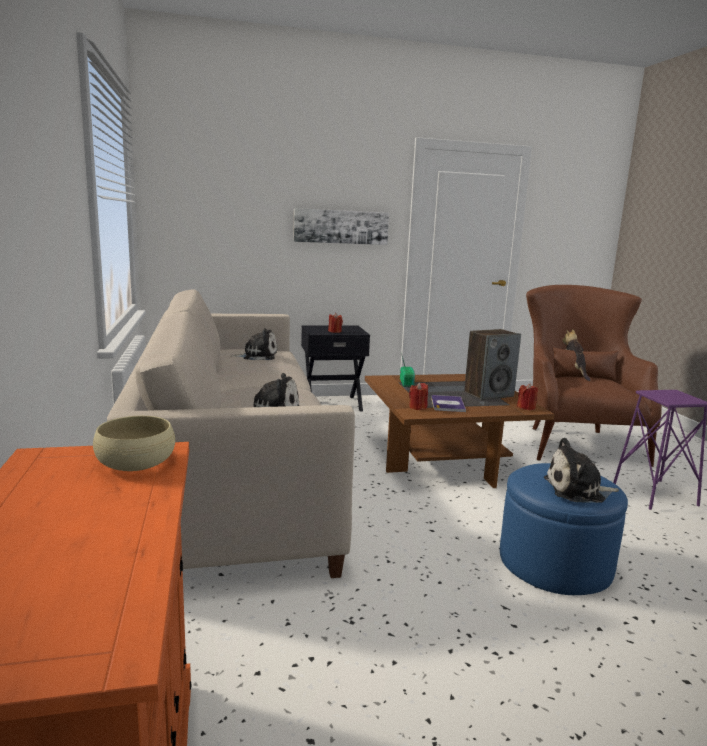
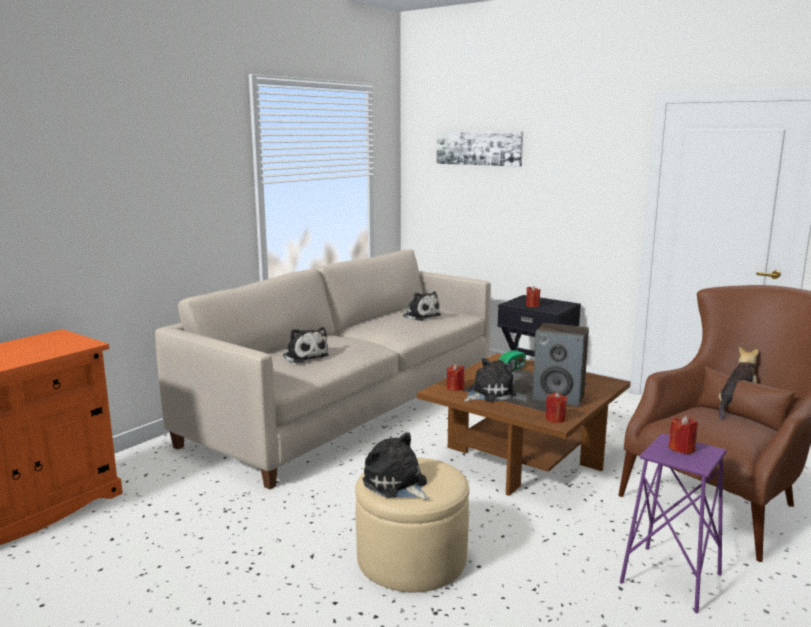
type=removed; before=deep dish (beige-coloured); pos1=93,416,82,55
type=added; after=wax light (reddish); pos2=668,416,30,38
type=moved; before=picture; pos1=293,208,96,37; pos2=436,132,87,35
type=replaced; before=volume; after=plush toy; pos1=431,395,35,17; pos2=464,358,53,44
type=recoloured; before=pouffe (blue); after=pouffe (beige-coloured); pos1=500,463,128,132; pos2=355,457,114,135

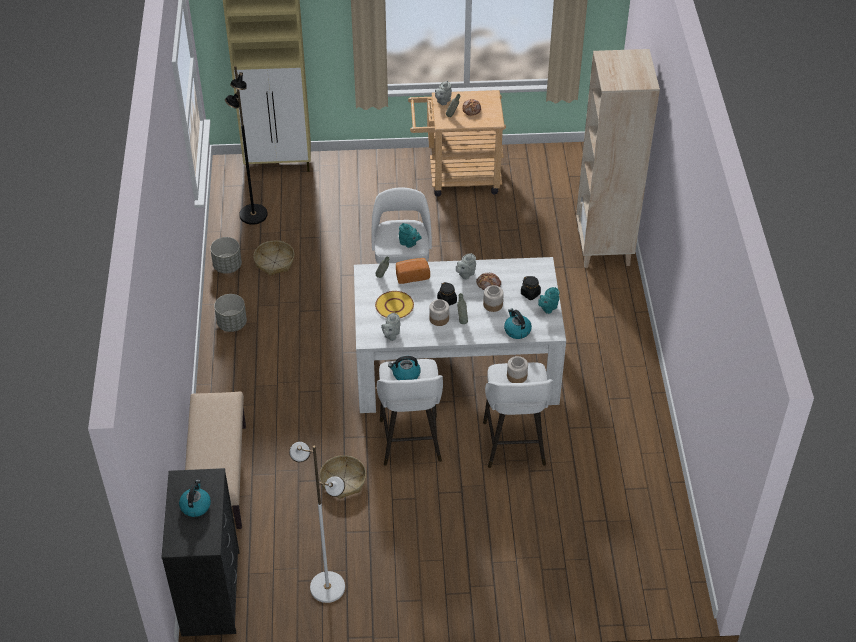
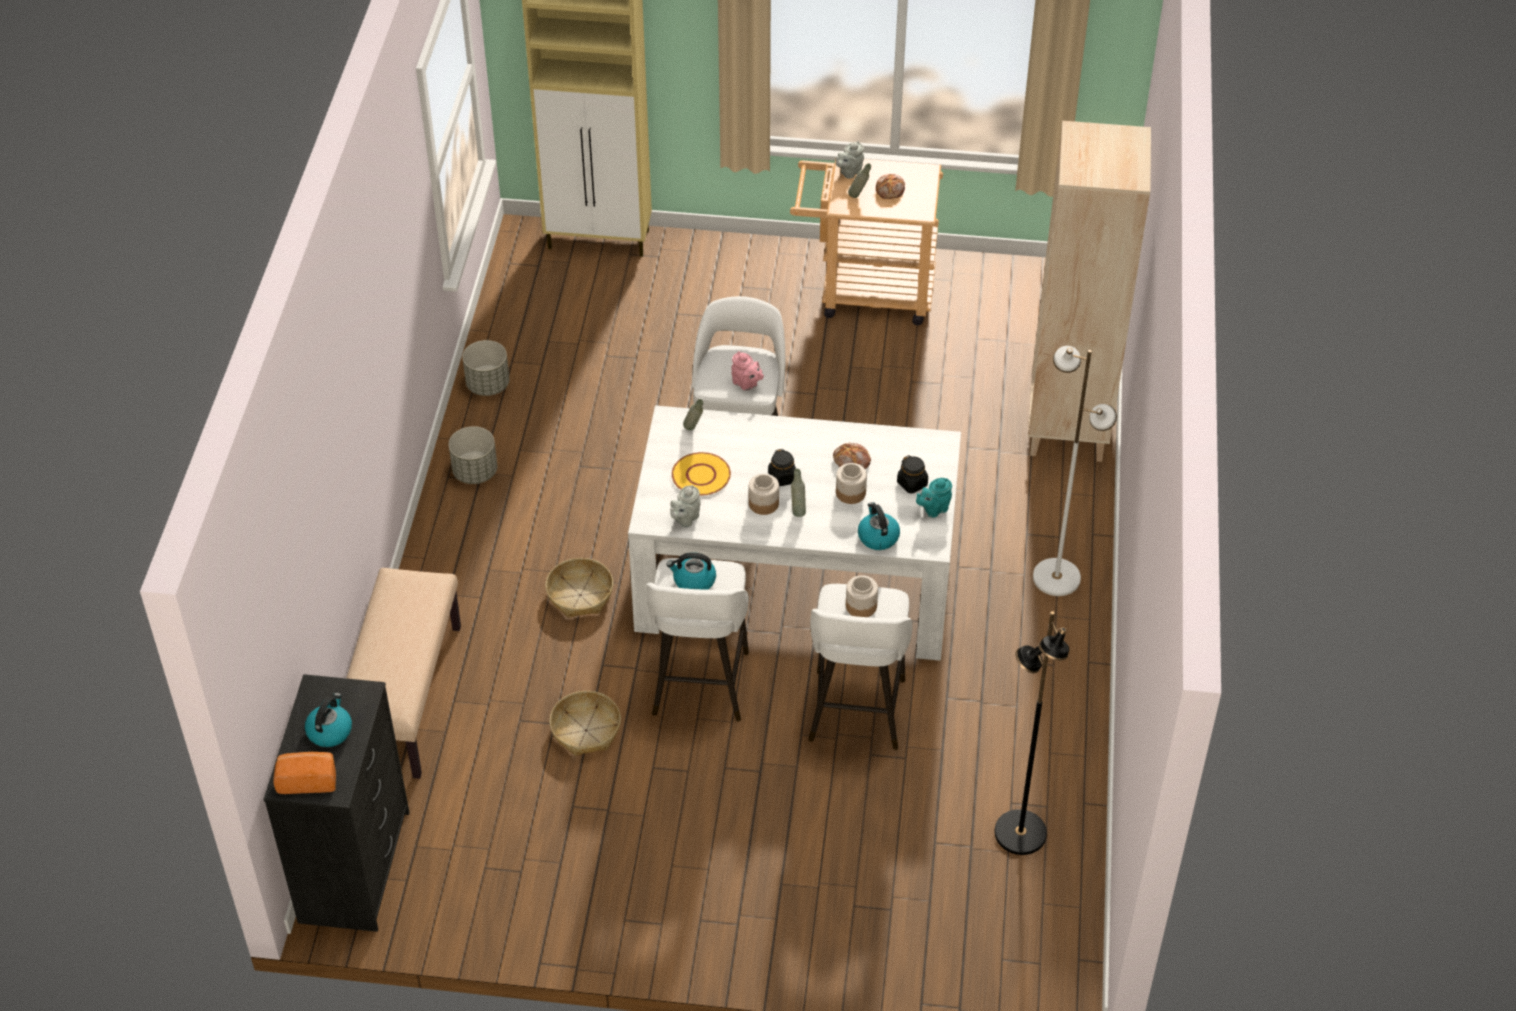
type=removed; before=teapot (gray); pos1=456,253,20,27
type=moved; before=standard lamp (black); pos1=225,66,43,159; pos2=994,611,75,244
type=moved; before=basket; pos1=253,240,41,36; pos2=545,558,68,60
type=moved; before=standard lamp (white); pos1=289,442,56,161; pos2=1033,346,84,250
type=moved; before=baked bread; pos1=396,258,34,26; pos2=274,752,62,42
type=recoloured; before=teapot (turquoise); after=teapot (pink); pos1=399,223,23,25; pos2=731,351,33,40

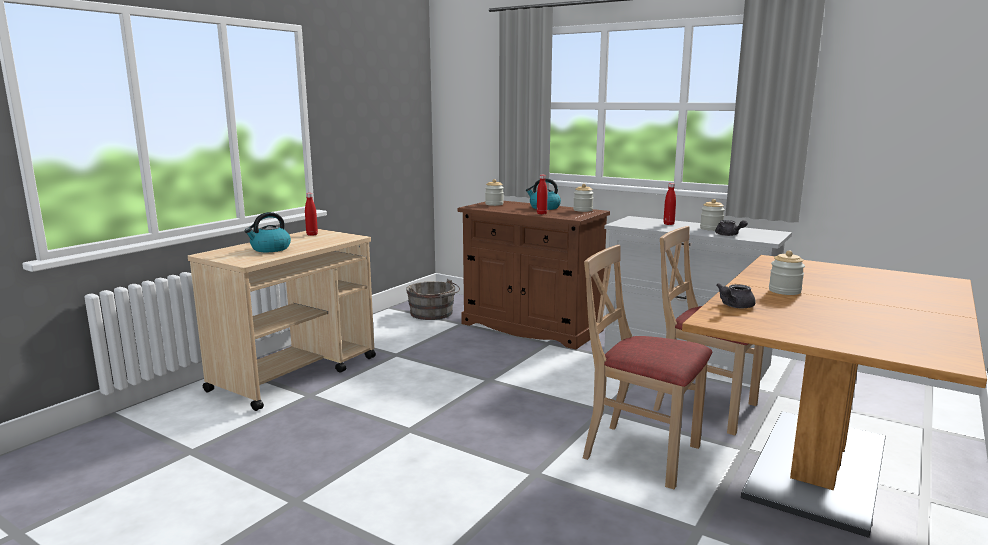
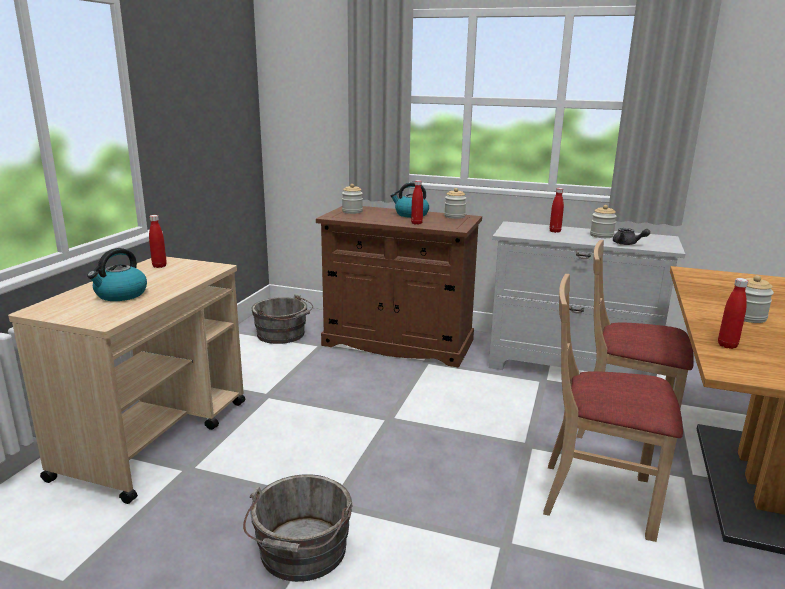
type=added; after=pail (gray); pos2=243,474,110,108
type=replaced; before=teapot (gray); after=bottle (reddish); pos1=716,283,40,25; pos2=718,278,30,71

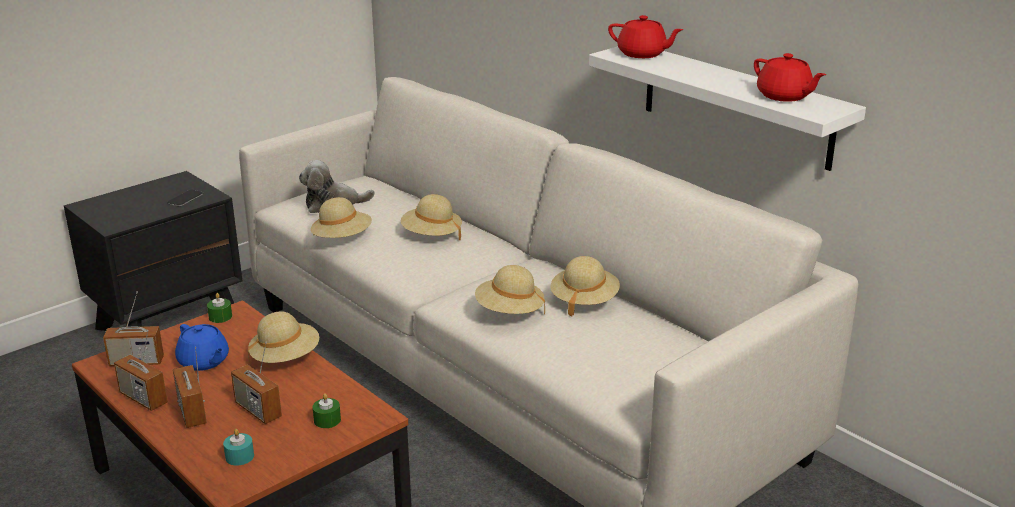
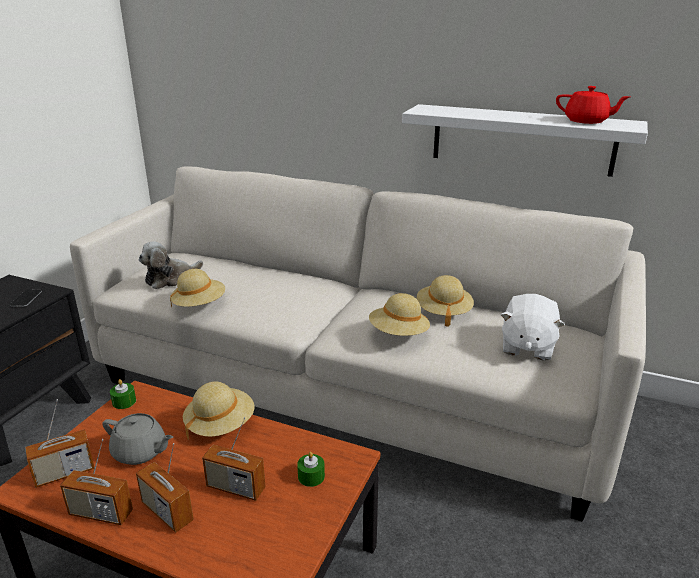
type=removed; before=wax light (turquoise); pos1=223,429,31,37
type=removed; before=hat (beige-coloured); pos1=401,194,61,46
type=removed; before=teapot (reddish); pos1=608,15,76,43
type=added; after=plush toy (white); pos2=501,294,64,67
type=recoloured; before=teapot (blue); after=teapot (gray); pos1=175,324,54,47; pos2=103,413,70,52

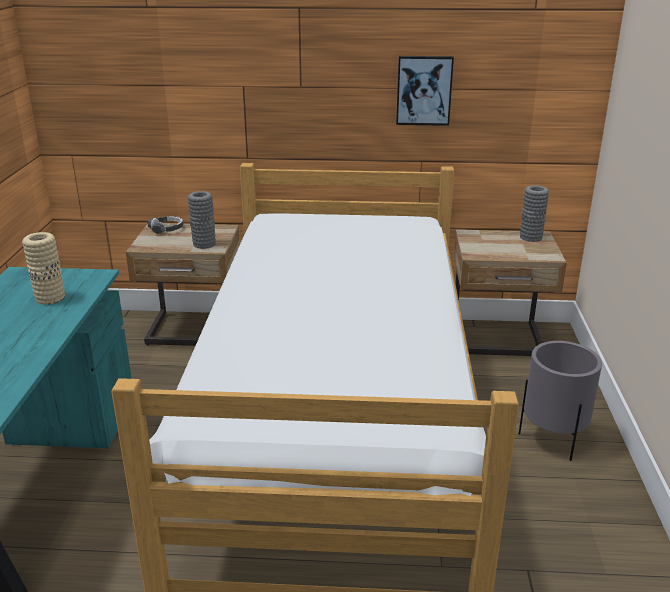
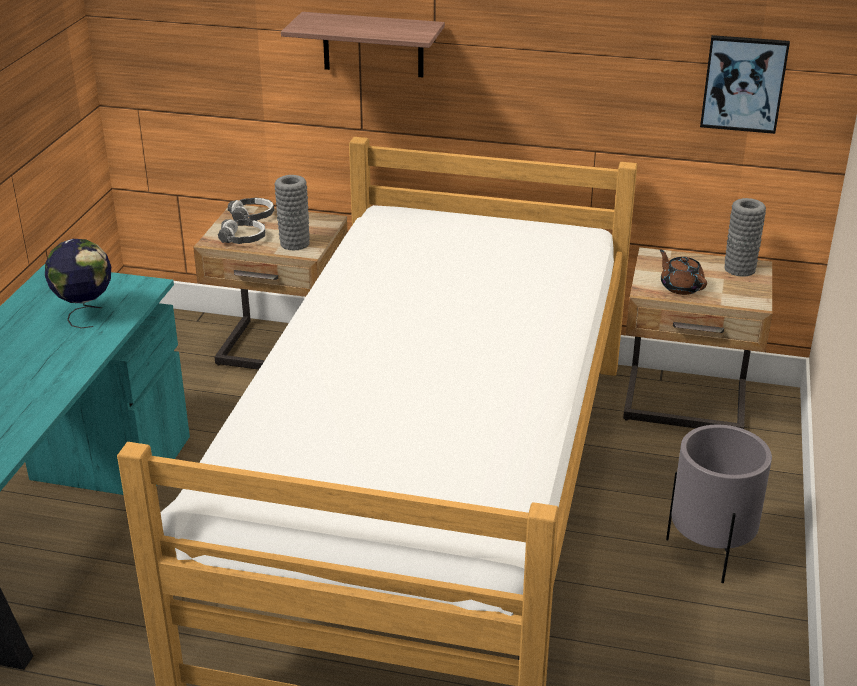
type=added; after=headset; pos2=218,219,47,25
type=added; after=shelf; pos2=281,12,164,65
type=added; after=teapot (brown-coloured); pos2=660,249,47,46
type=moved; before=picture; pos1=396,56,58,70; pos2=700,35,90,99
type=replaced; before=decorative vase (beige-coloured); after=desk globe; pos1=22,232,43,73; pos2=45,239,66,90

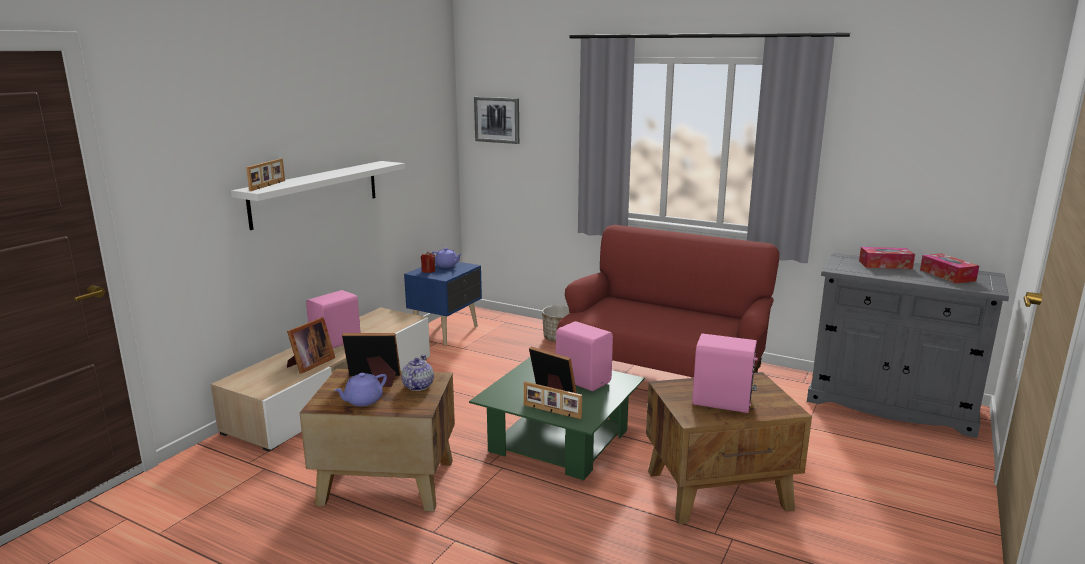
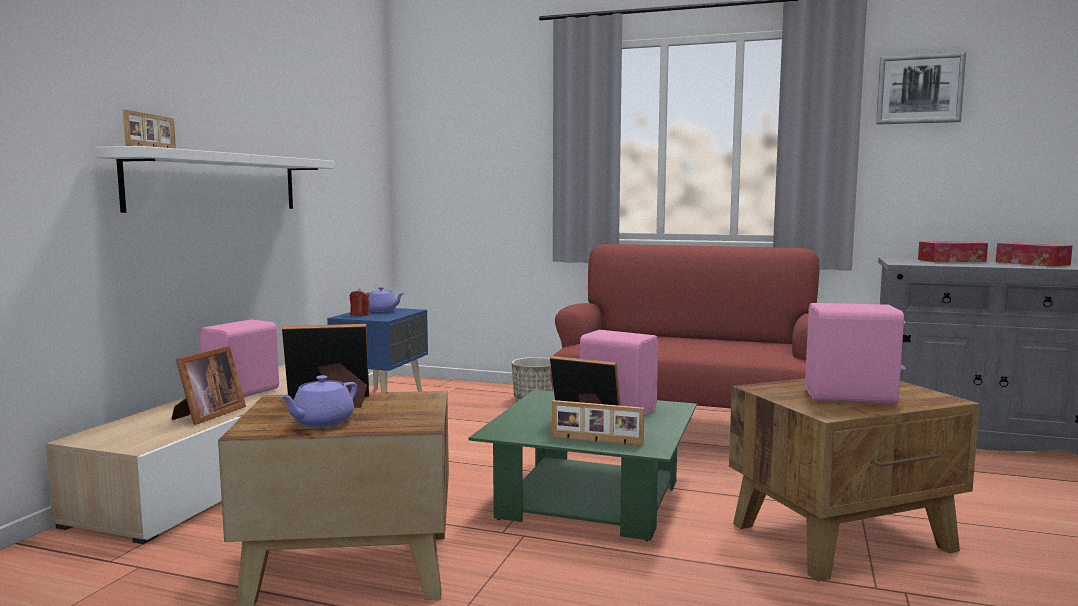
type=removed; before=teapot; pos1=401,355,33,36
type=moved; before=picture; pos1=474,97,45,47; pos2=876,52,90,73

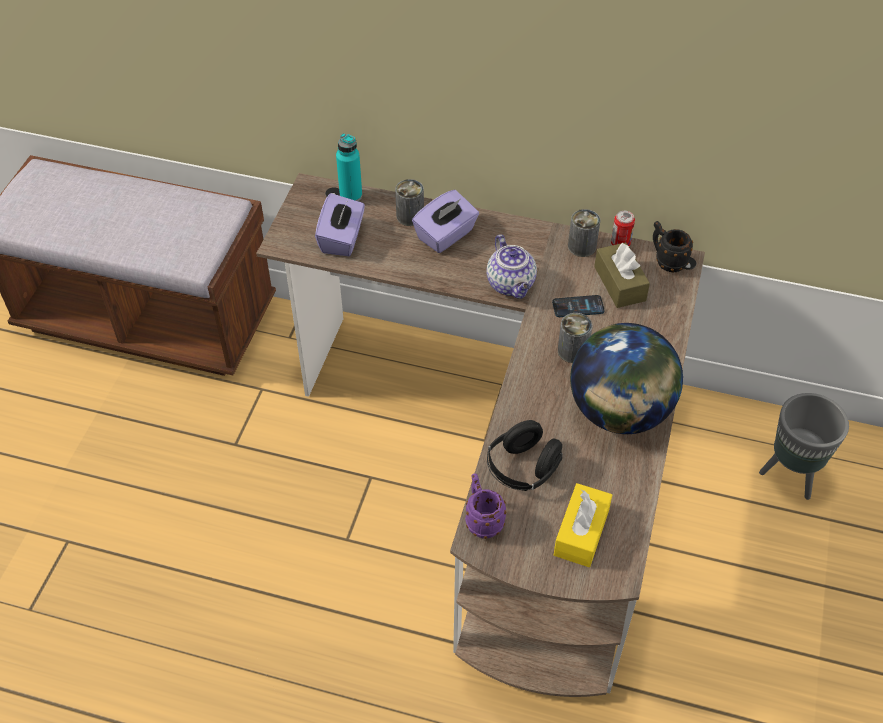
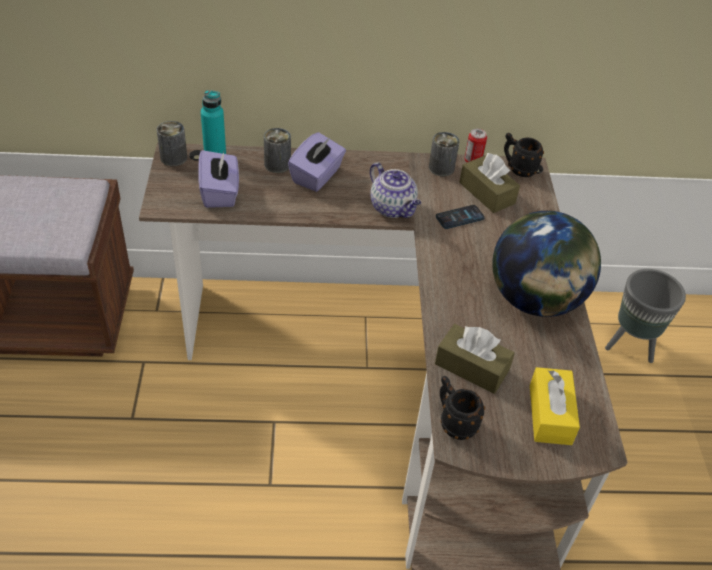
type=moved; before=metal can; pos1=558,313,34,50; pos2=157,121,30,45
type=replaced; before=headset (black); after=tissue holder (brown-coloured); pos1=487,420,75,71; pos2=435,324,80,70
type=recoloured; before=coffee mug (purple); after=coffee mug (black); pos1=465,473,41,66; pos2=440,376,45,64

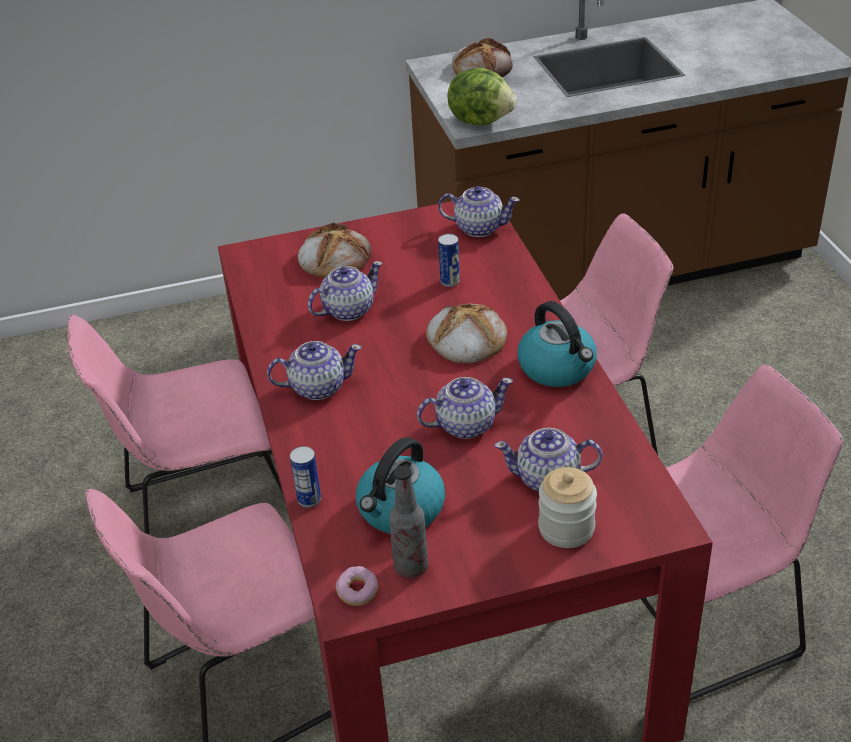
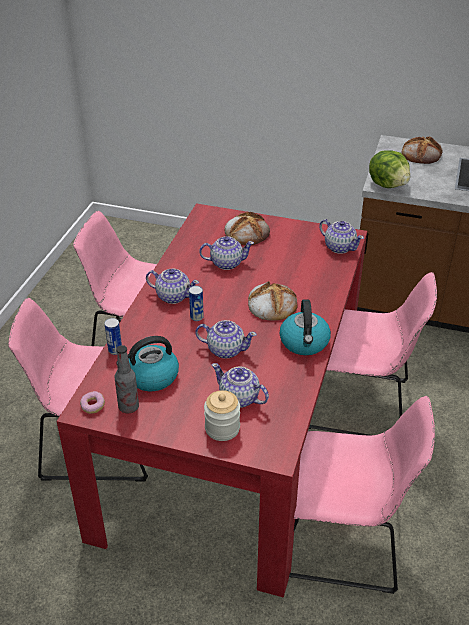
type=moved; before=metal can; pos1=438,234,22,53; pos2=189,286,15,35

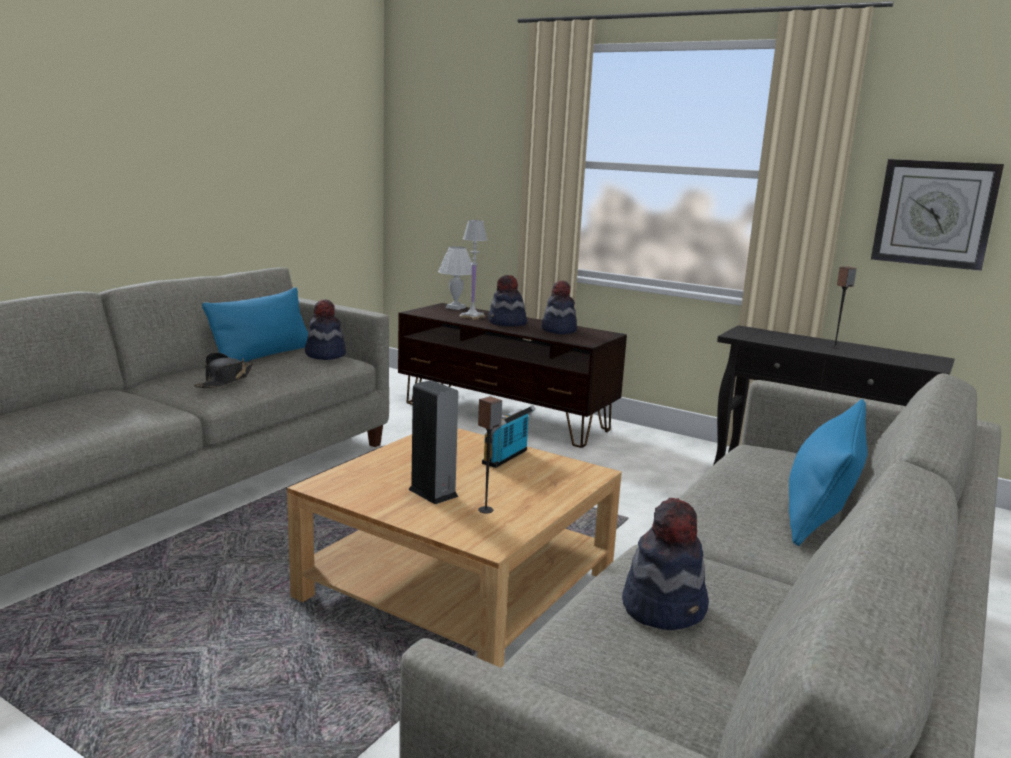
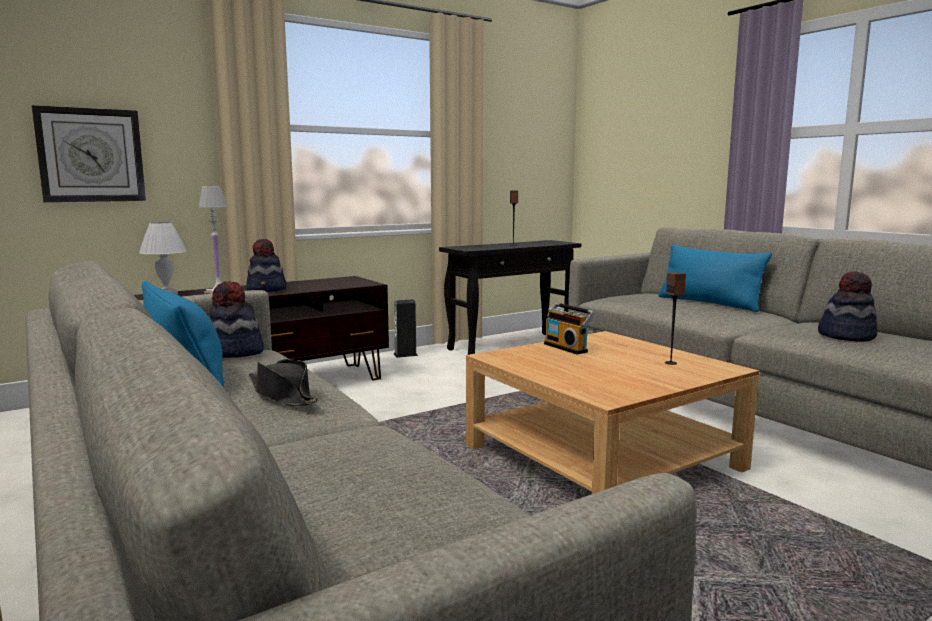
type=removed; before=hat; pos1=542,281,35,53
type=moved; before=audio speaker; pos1=408,380,51,124; pos2=394,299,24,59
type=moved; before=clock on the wall; pos1=871,159,133,112; pos2=32,105,114,97

